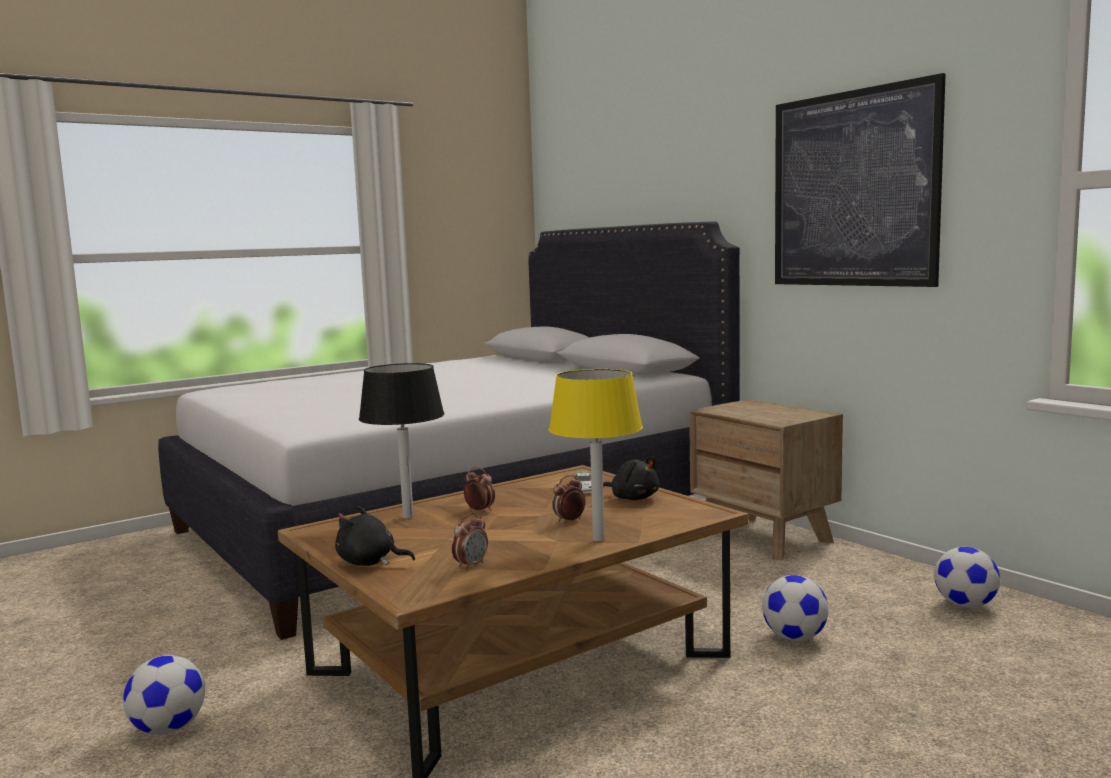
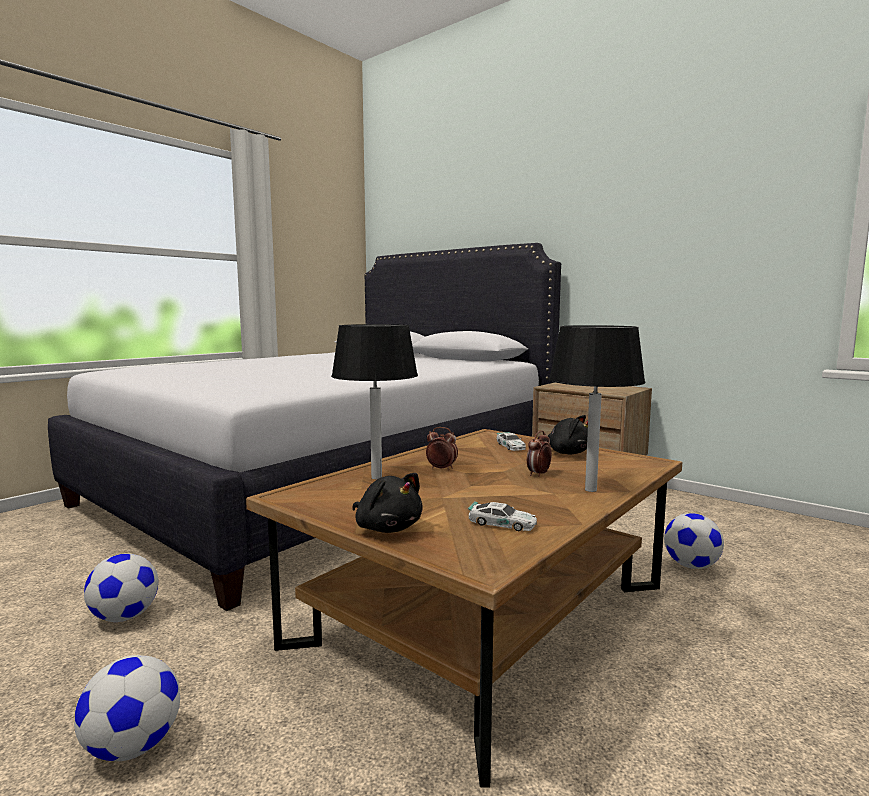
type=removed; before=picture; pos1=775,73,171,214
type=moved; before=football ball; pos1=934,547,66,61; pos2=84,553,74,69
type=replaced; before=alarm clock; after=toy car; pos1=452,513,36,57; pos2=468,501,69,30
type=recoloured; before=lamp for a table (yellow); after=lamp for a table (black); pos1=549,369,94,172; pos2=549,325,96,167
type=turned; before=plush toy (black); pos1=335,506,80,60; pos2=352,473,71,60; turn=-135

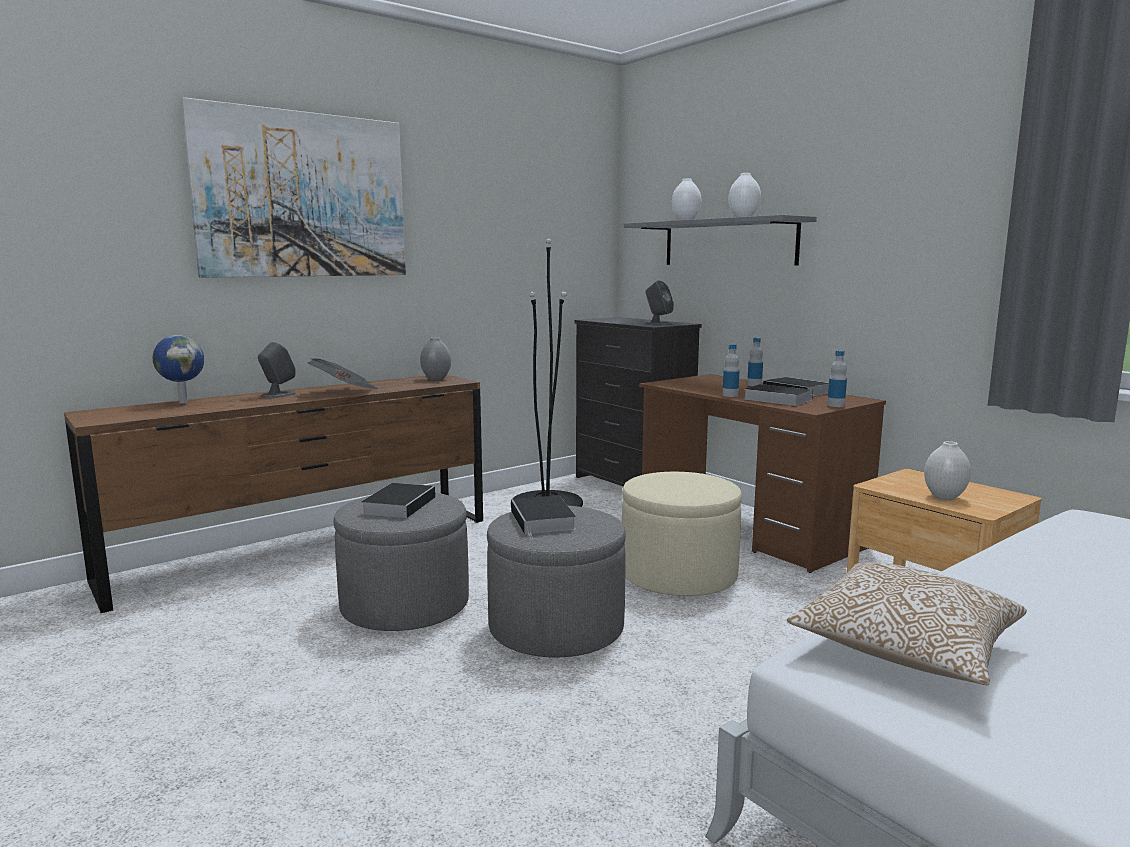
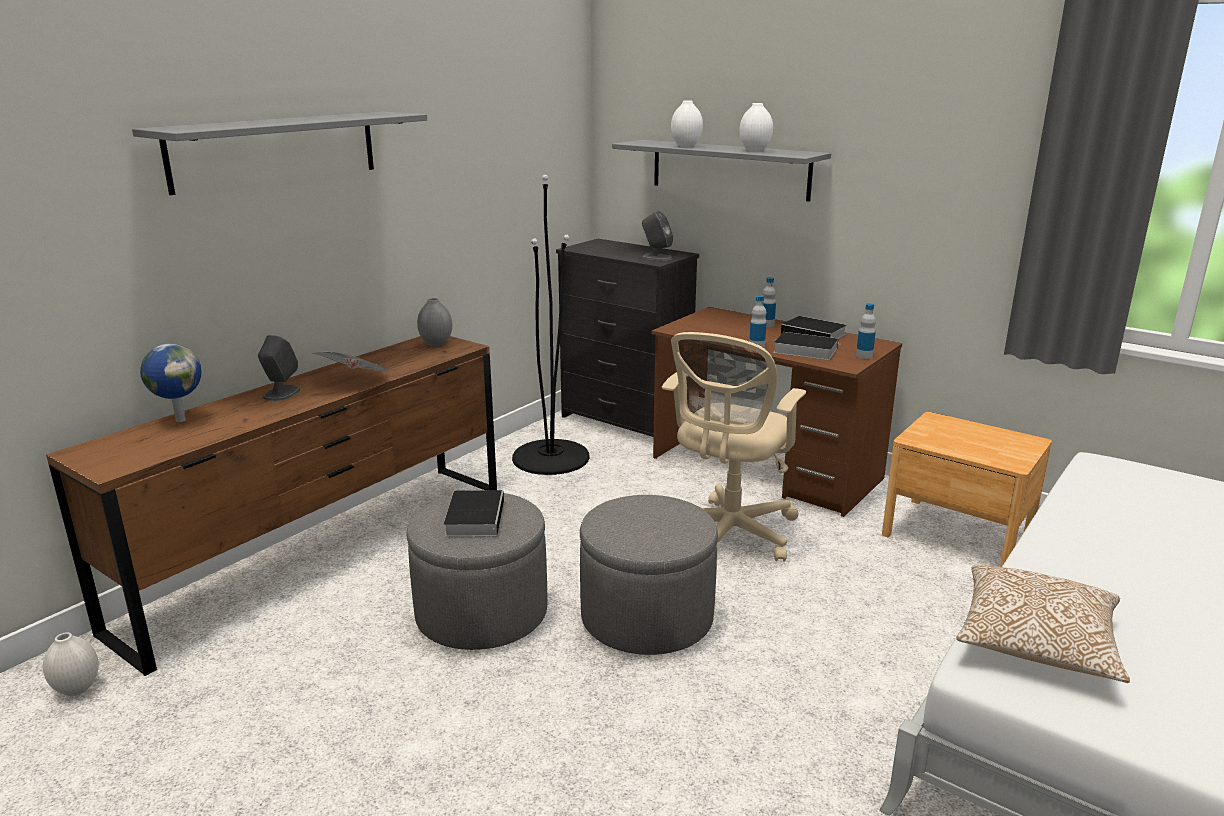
type=removed; before=volume; pos1=511,495,65,43
type=moved; before=decorative vase (white); pos1=924,441,47,59; pos2=43,632,56,64
type=replaced; before=picture; after=shelf (gray); pos1=181,97,225,181; pos2=132,112,295,83
type=replaced; before=pouffe (beige-coloured); after=desk chair (beige-coloured); pos1=622,472,120,124; pos2=662,332,144,229

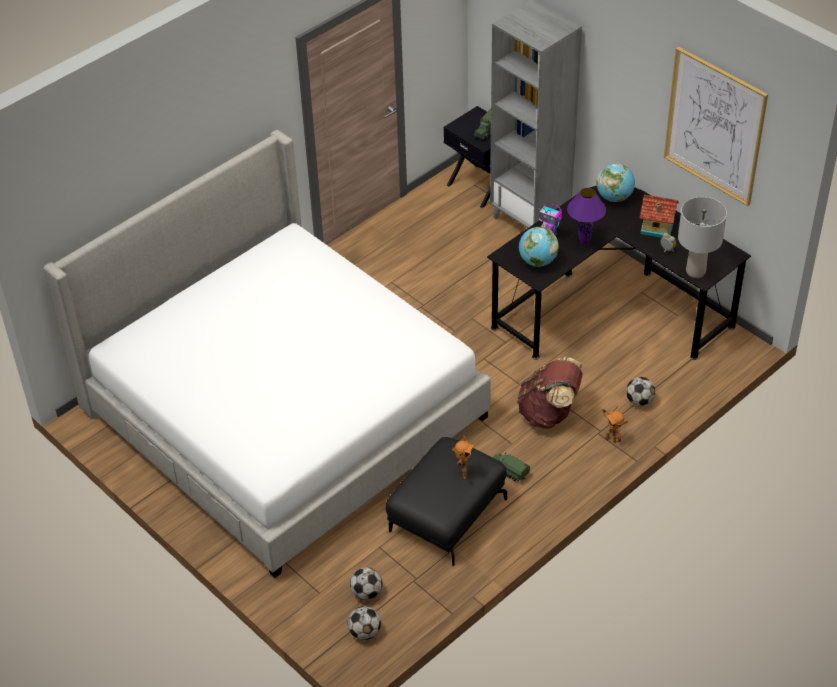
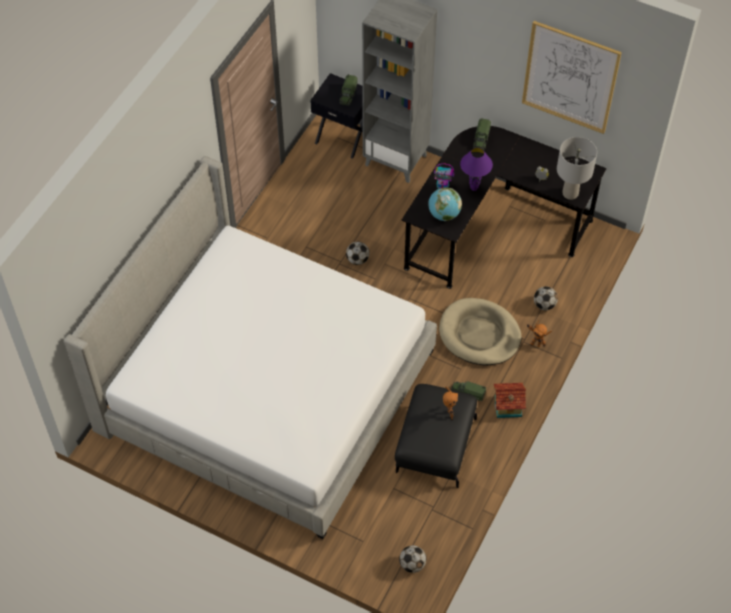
type=moved; before=football ball; pos1=350,567,33,33; pos2=346,241,24,24
type=moved; before=toy house; pos1=640,195,39,43; pos2=494,383,32,35
type=replaced; before=backpack (brown-coloured); after=dog cushion (beige-coloured); pos1=517,357,66,72; pos2=439,298,83,67
type=replaced; before=desk globe; after=toy lorry; pos1=596,163,39,39; pos2=473,118,18,32

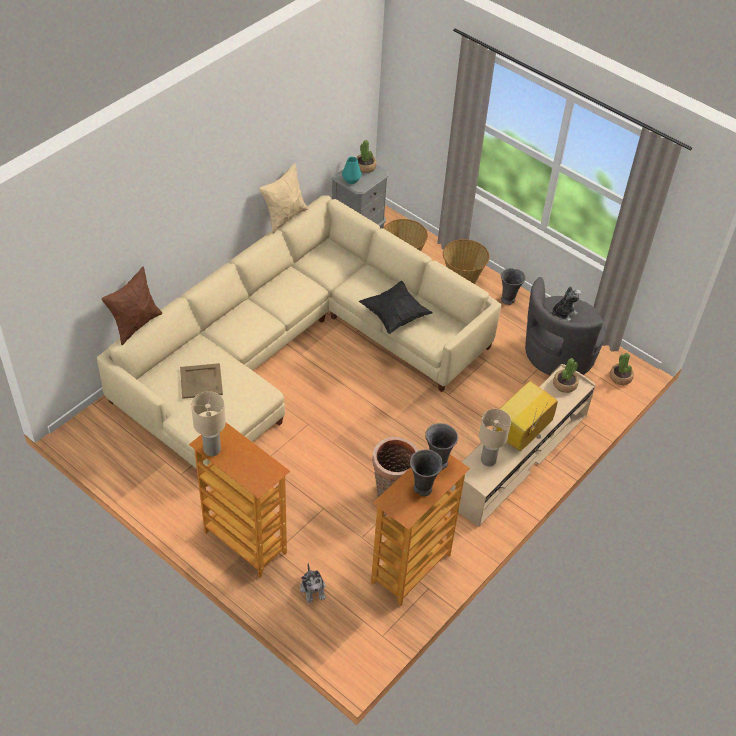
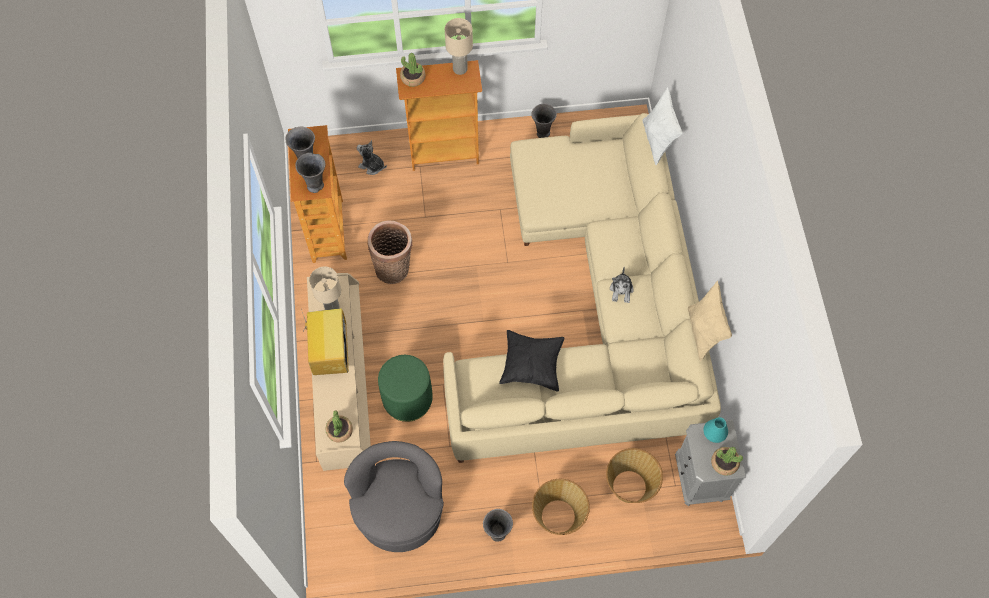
type=removed; before=tray (beige-coloured); pos1=180,363,43,36
type=added; after=pouffe (greenish); pos2=378,355,55,67
type=added; after=decorative vase (gray); pos2=531,104,26,34
type=moved; before=plush toy; pos1=551,286,30,36; pos2=610,267,24,36
type=moved; before=houseplant; pos1=610,353,24,32; pos2=400,53,25,34
type=recoloured; before=cushion (brown-coloured); after=cushion (white); pos1=101,267,61,78; pos2=642,87,41,78

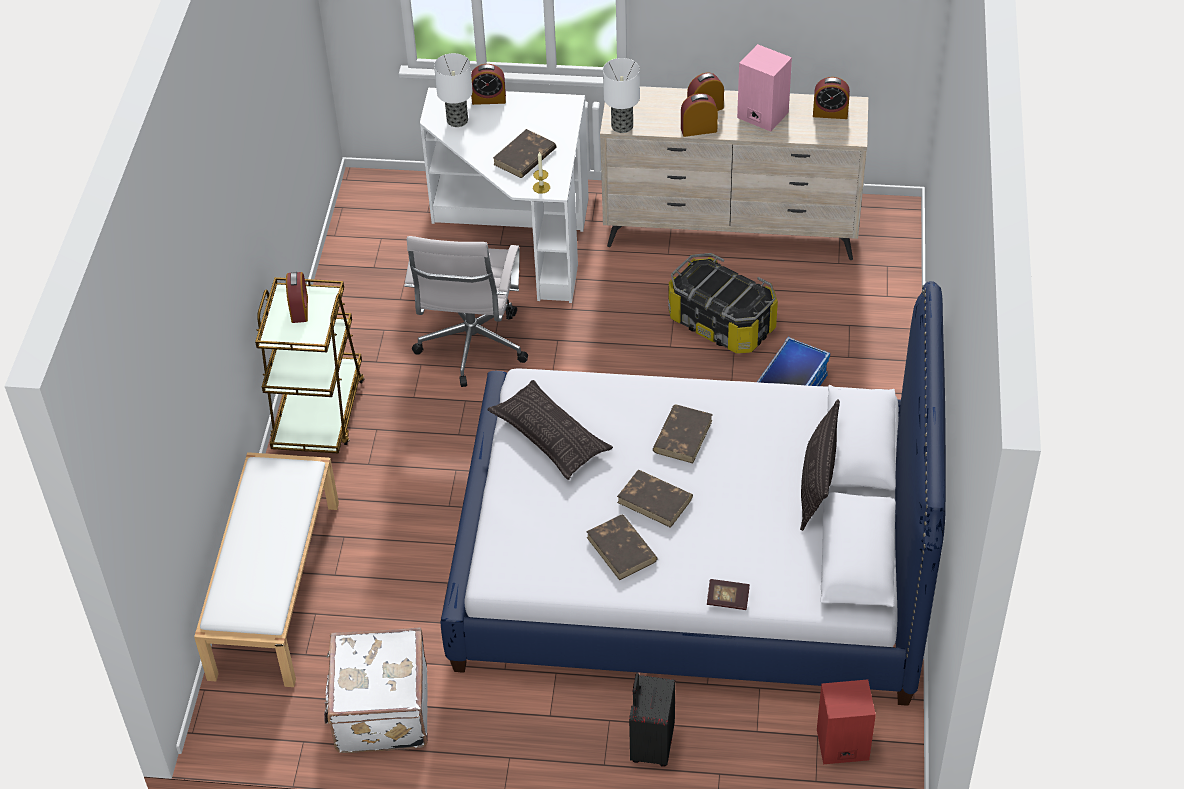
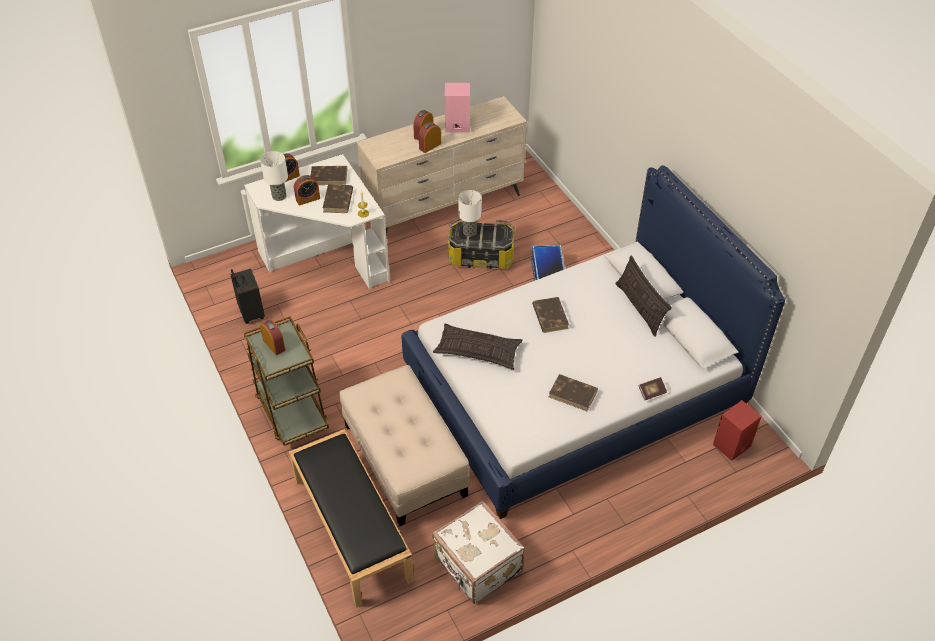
type=removed; before=desk chair (white); pos1=404,236,124,151
type=added; after=pouffe (beige-coloured); pos2=339,365,131,161
type=moved; before=lamp for a table; pos1=603,58,37,75; pos2=458,190,24,46
type=moved; before=volume (brown-coloured); pos1=617,470,76,58; pos2=311,166,36,19
type=moved; before=piece of luggage (black); pos1=629,673,46,94; pos2=230,269,35,55
type=moved; before=alarm clock; pos1=813,77,37,42; pos2=294,175,26,30
type=recoloured; before=bench (white); after=bench (black); pos1=194,452,145,235; pos2=289,429,125,179

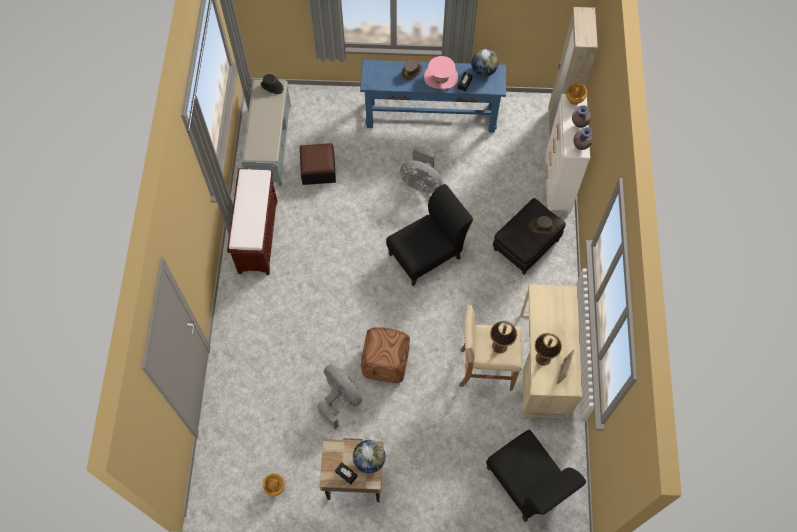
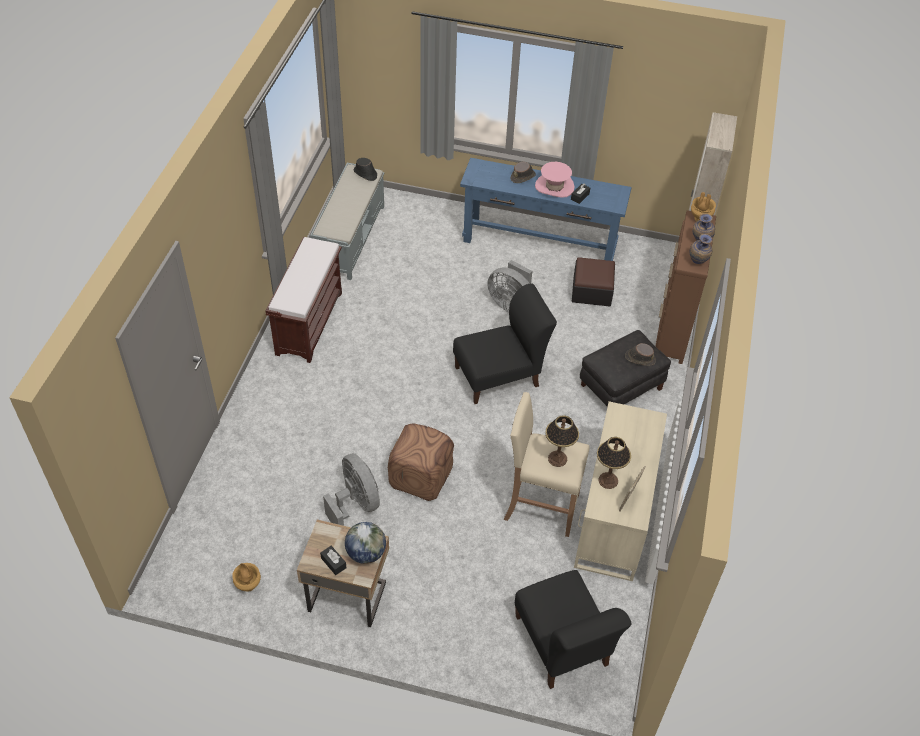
type=removed; before=desk globe; pos1=471,49,28,28
type=moved; before=pouffe; pos1=300,143,36,42; pos2=572,257,43,50
type=recoloured; before=drawer chest (white); after=drawer chest (brown-coloured); pos1=545,94,45,119; pos2=656,210,60,154

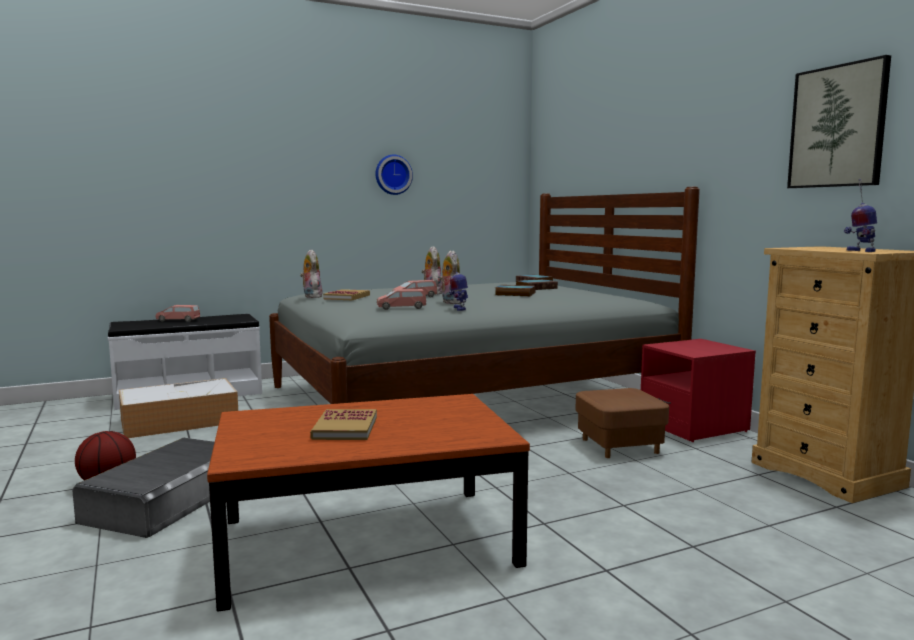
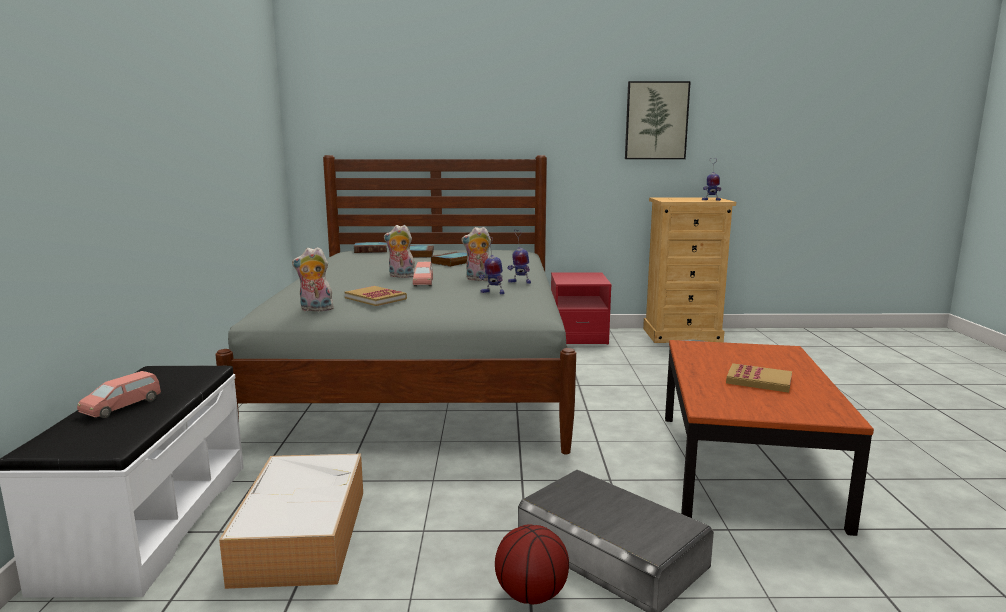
type=removed; before=clock on the wall; pos1=376,155,37,40
type=removed; before=pouffe (brown-coloured); pos1=575,388,94,70
type=replaced; before=toy car (pink); after=model robot; pos1=377,289,49,21; pos2=479,236,26,58

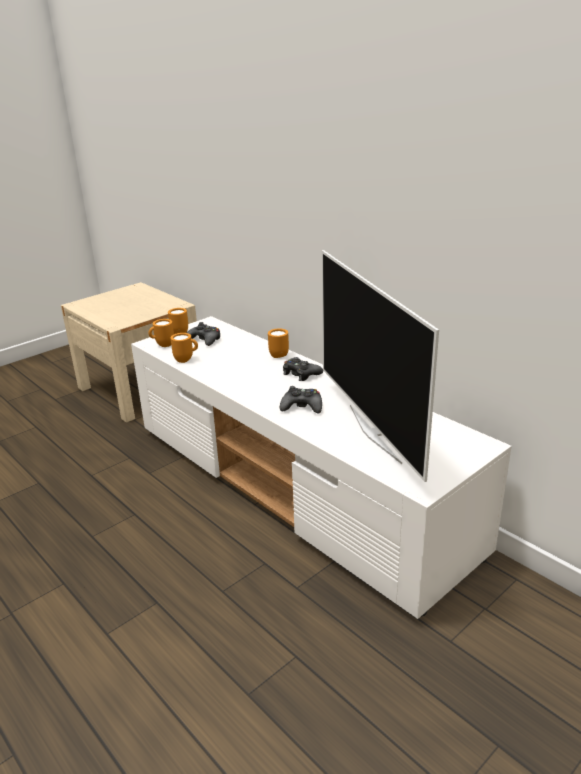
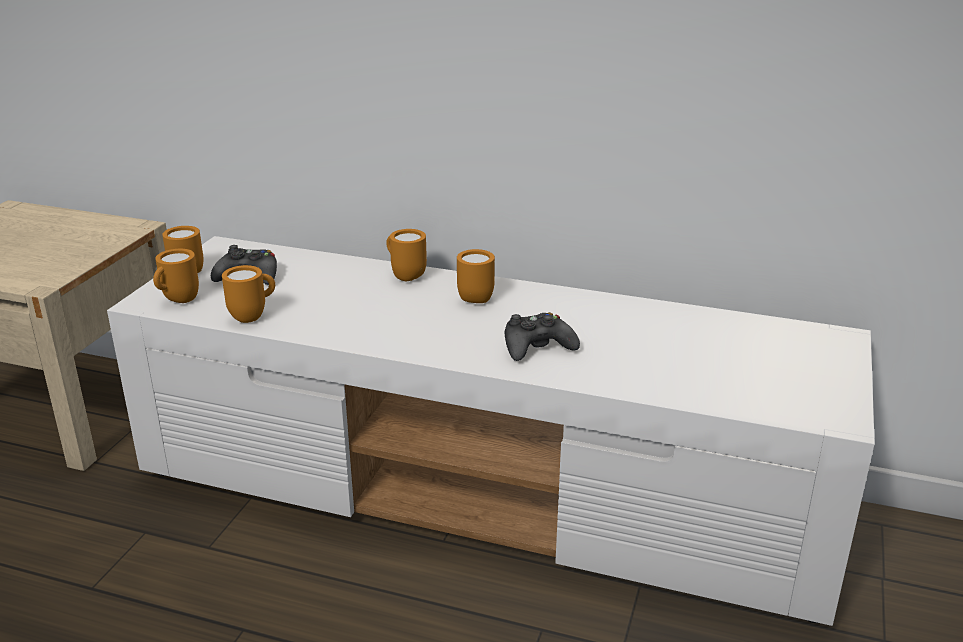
type=removed; before=TV; pos1=322,250,117,232
type=replaced; before=game controller (black); after=coffee mug (orange); pos1=283,357,40,24; pos2=457,249,38,54

